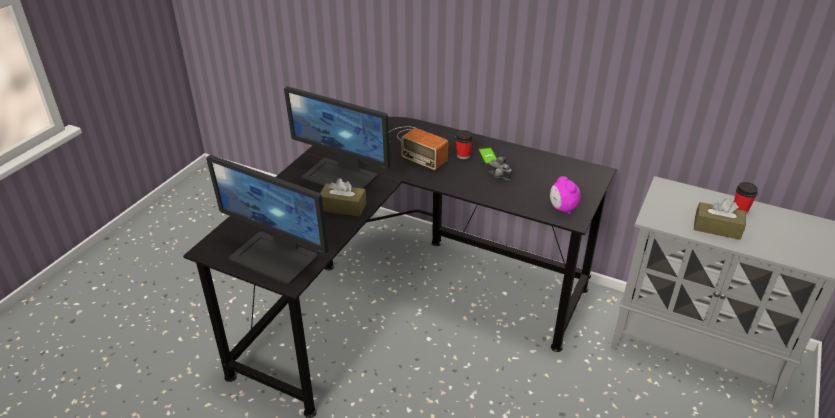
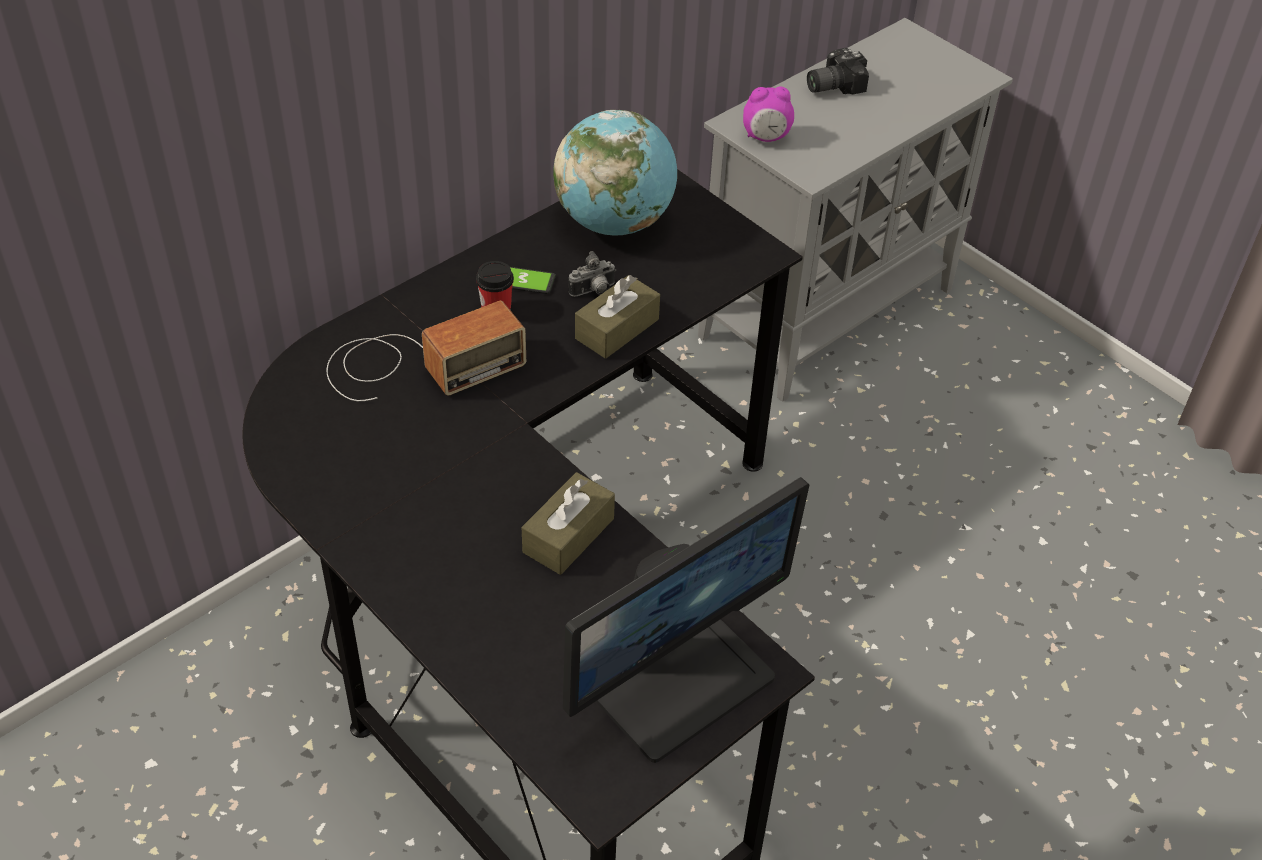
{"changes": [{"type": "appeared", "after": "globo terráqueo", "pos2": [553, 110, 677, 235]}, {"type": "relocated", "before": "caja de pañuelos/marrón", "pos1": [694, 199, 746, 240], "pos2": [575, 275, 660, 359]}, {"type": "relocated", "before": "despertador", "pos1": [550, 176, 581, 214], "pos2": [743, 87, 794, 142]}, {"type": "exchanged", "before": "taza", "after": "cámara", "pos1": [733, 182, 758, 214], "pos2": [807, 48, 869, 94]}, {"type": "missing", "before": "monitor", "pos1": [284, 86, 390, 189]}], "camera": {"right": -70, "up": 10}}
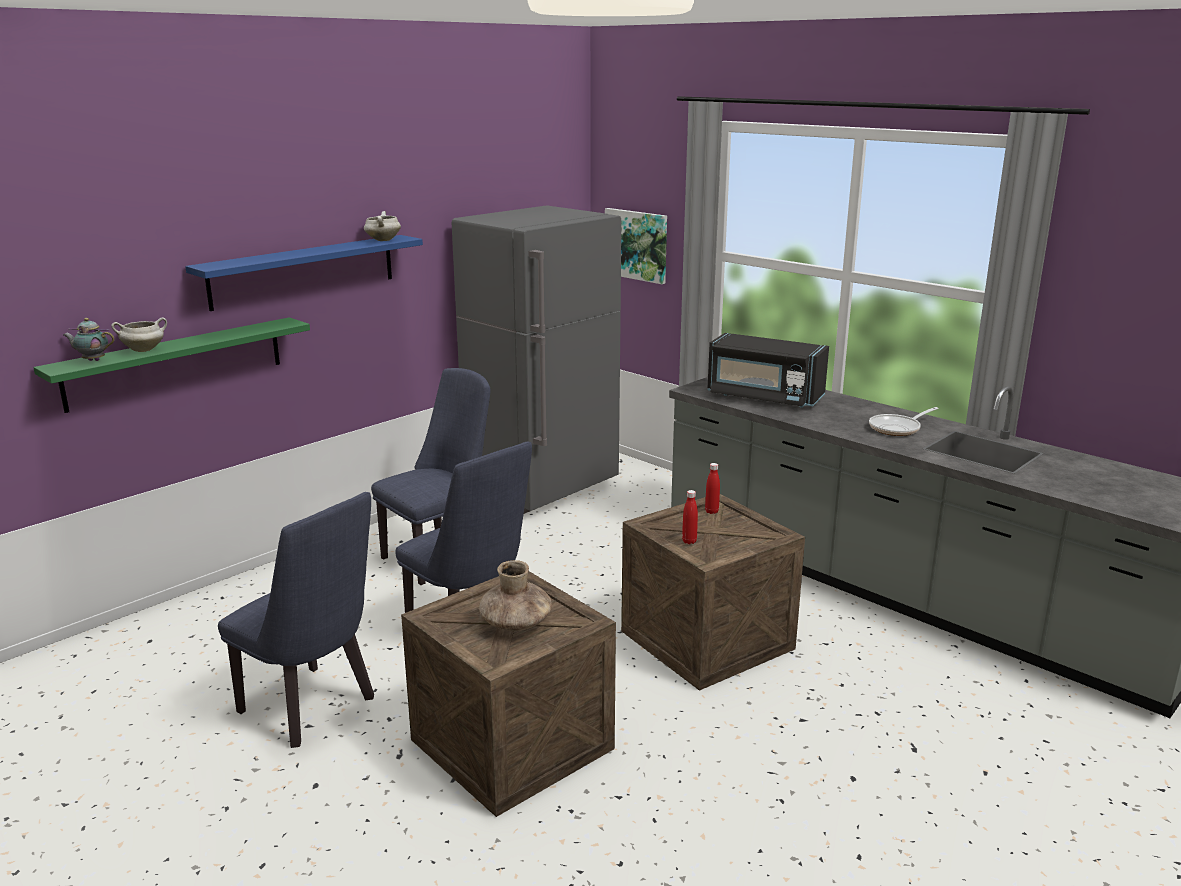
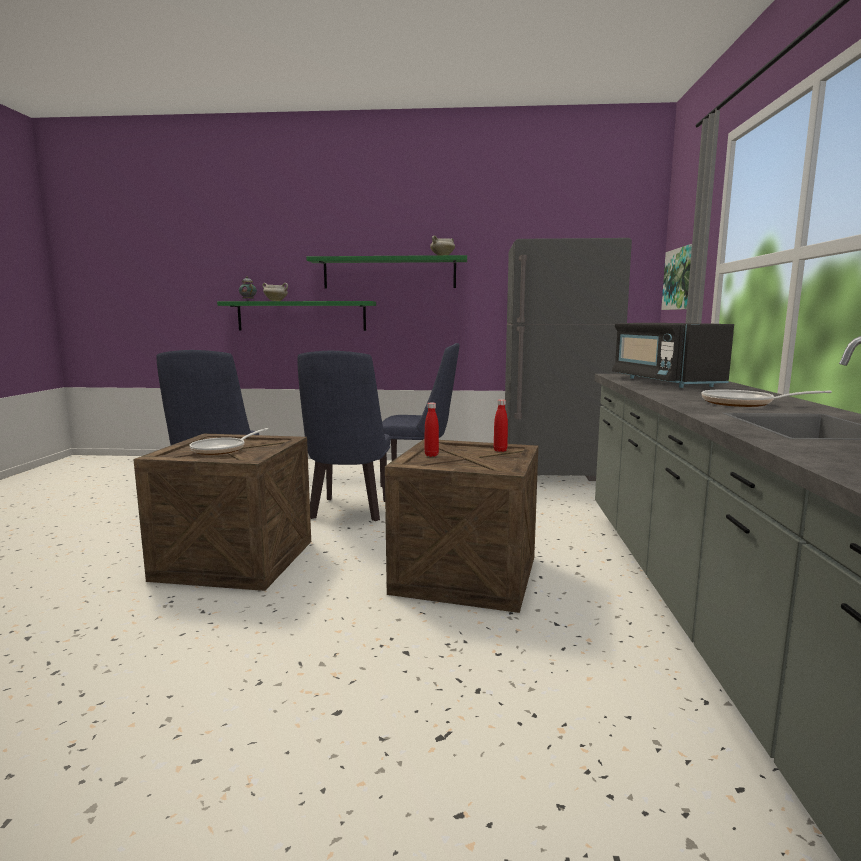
{"changes": [{"type": "exchanged", "before": "florero/marrón", "after": "sartén", "pos1": [479, 560, 552, 631], "pos2": [189, 428, 269, 455]}, {"type": "colour", "before": "estante/azul", "after": "estante/verde", "pos1": [185, 235, 423, 311], "pos2": [306, 255, 467, 289]}], "camera": {"right": 50, "up": -10}}
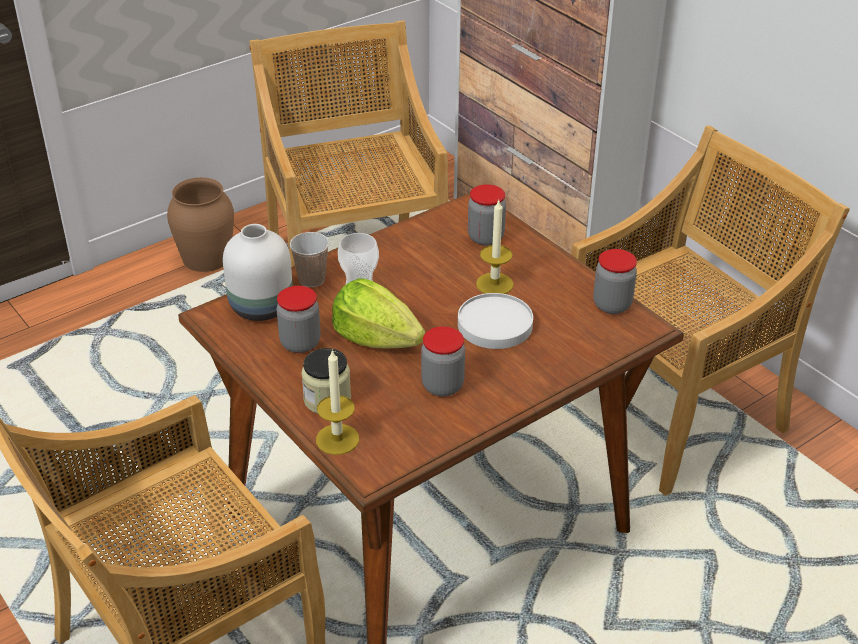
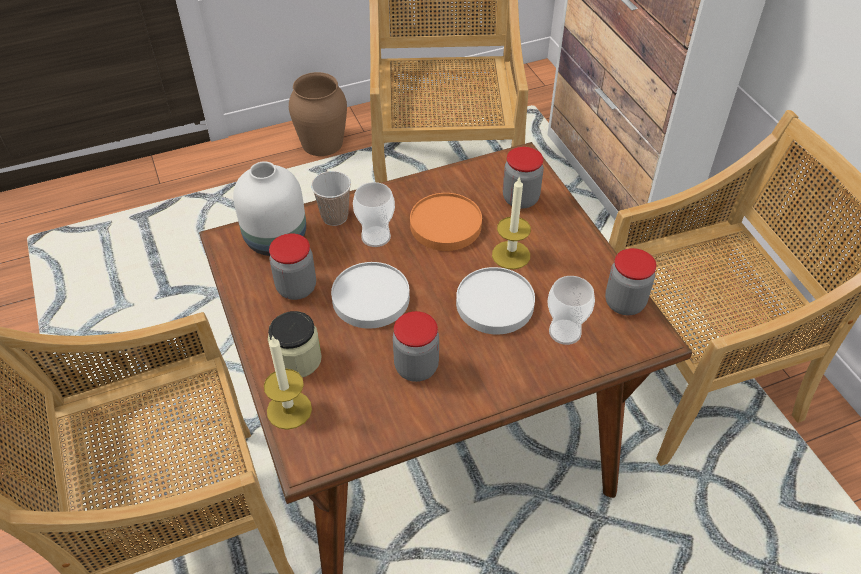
{"changes": [{"type": "exchanged", "before": "lechuga", "after": "plato/blanco", "pos1": [332, 278, 426, 349], "pos2": [331, 262, 410, 329]}, {"type": "appeared", "after": "plato/naranja", "pos2": [410, 193, 482, 251]}, {"type": "appeared", "after": "taza", "pos2": [547, 276, 595, 345]}], "camera": {"right": 15, "up": 10}}
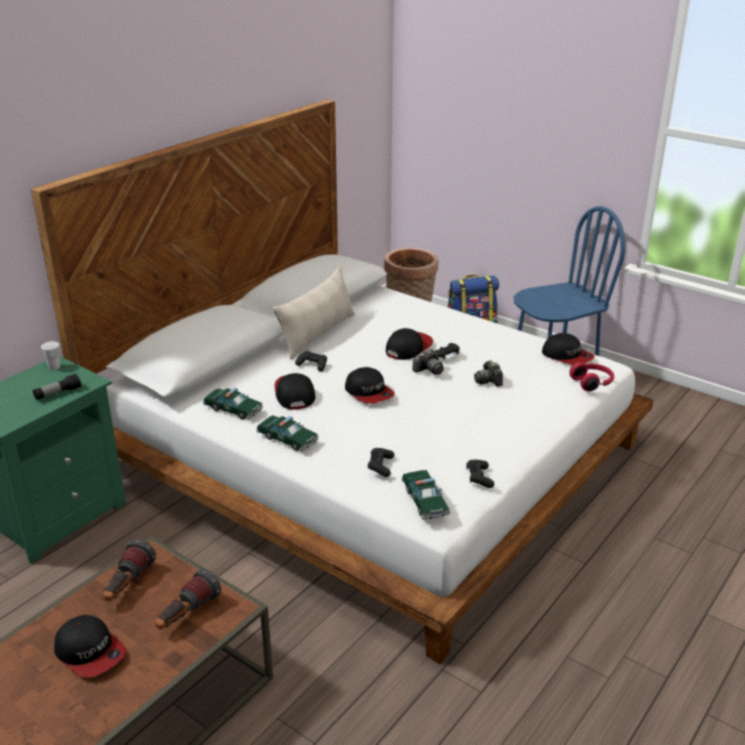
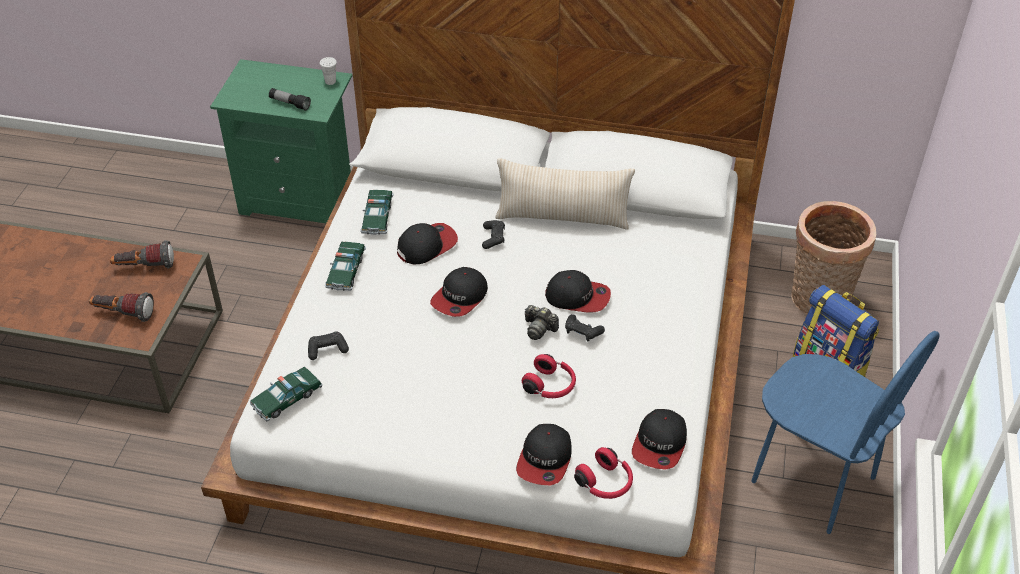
{"changes": [{"type": "relocated", "before": "gorra", "pos1": [54, 615, 126, 678], "pos2": [516, 424, 572, 486]}, {"type": "exchanged", "before": "cámara", "after": "auriculares/rojo", "pos1": [474, 360, 503, 387], "pos2": [522, 354, 576, 398]}, {"type": "missing", "before": "mando de consola/negro", "pos1": [466, 460, 494, 488]}], "camera": {"right": 65, "up": 15}}
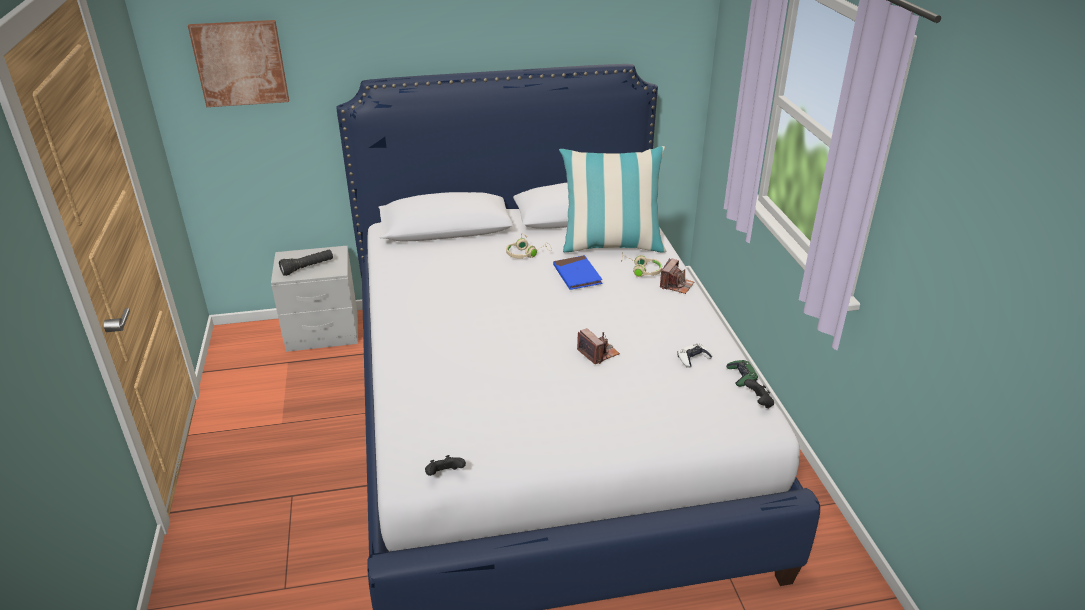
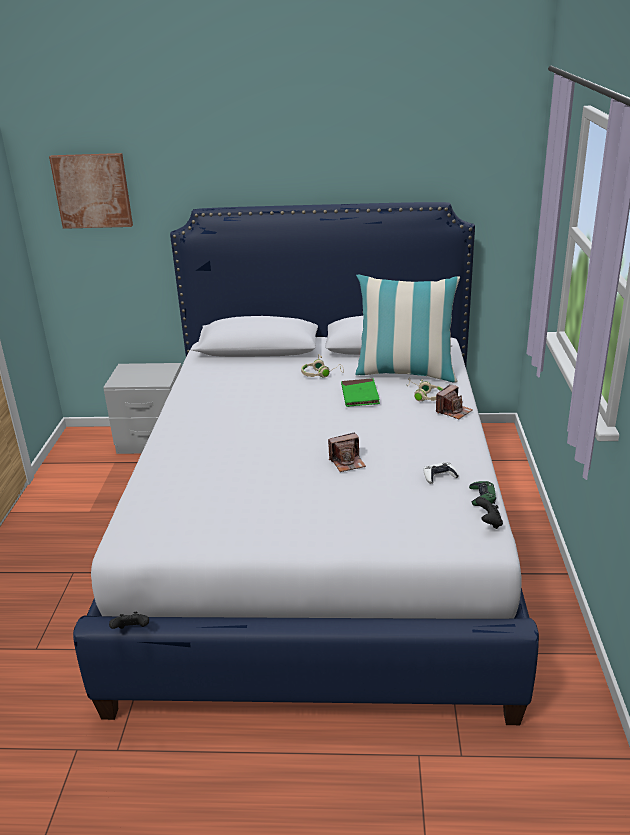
{"changes": [{"type": "relocated", "before": "mando de consola/negro", "pos1": [425, 455, 466, 476], "pos2": [109, 612, 149, 629]}, {"type": "spun", "before": "cámara", "pos1": [577, 328, 620, 364], "pos2": [328, 432, 366, 472], "turn": 90}, {"type": "colour", "before": "libro/azul", "after": "libro/verde", "pos1": [553, 255, 602, 290], "pos2": [341, 378, 380, 407]}, {"type": "missing", "before": "linterna/negro", "pos1": [279, 249, 333, 276]}], "camera": {"right": 15, "up": -5}}
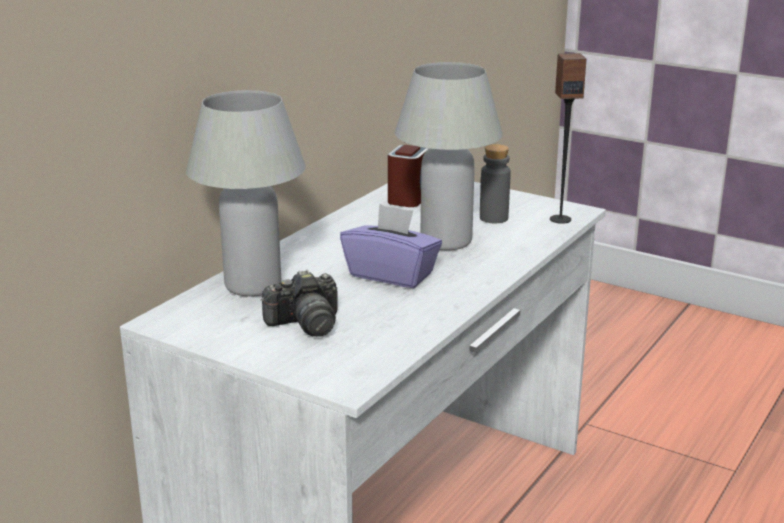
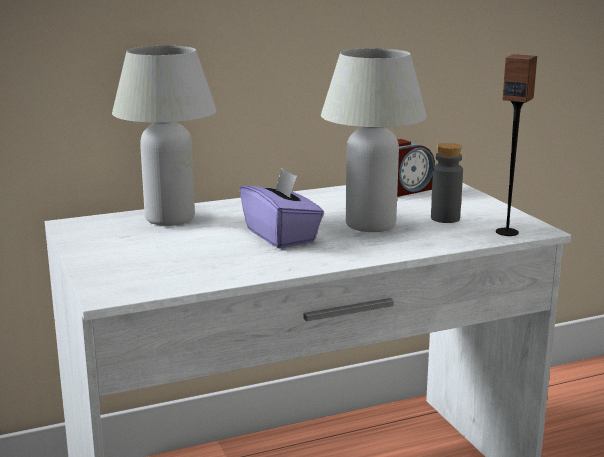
{"changes": [{"type": "missing", "before": "cámara", "pos1": [261, 270, 338, 337]}], "camera": {"right": 35, "up": -5}}
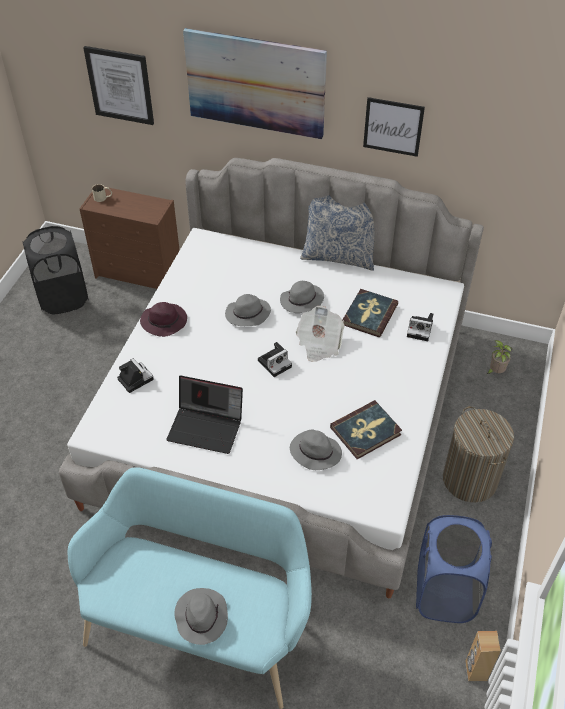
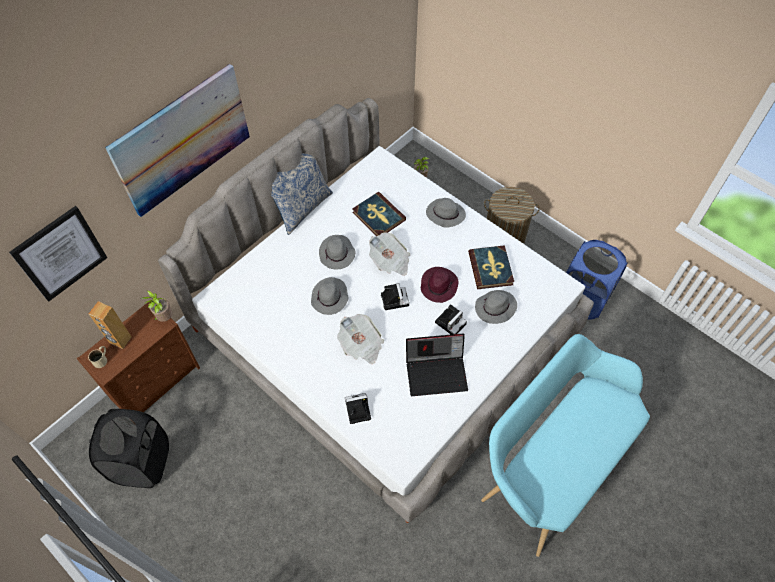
{"changes": [{"type": "relocated", "before": "altavoz/marrón", "pos1": [465, 631, 501, 681], "pos2": [89, 301, 132, 349]}, {"type": "appeared", "after": "planta en maceta", "pos2": [141, 290, 173, 322]}, {"type": "appeared", "after": "periódico", "pos2": [337, 314, 384, 364]}, {"type": "spun", "before": "portátil", "pos1": [166, 375, 243, 454], "pos2": [406, 334, 468, 396], "turn": 45}, {"type": "relocated", "before": "sombrero/morado", "pos1": [140, 302, 187, 337], "pos2": [421, 267, 459, 303]}, {"type": "relocated", "before": "sombrero/gris", "pos1": [174, 588, 228, 645], "pos2": [426, 198, 466, 227]}, {"type": "relocated", "before": "cámara", "pos1": [407, 313, 433, 341], "pos2": [435, 304, 467, 334]}, {"type": "missing", "before": "cuadro", "pos1": [363, 97, 425, 157]}], "camera": {"right": -65, "up": 10}}
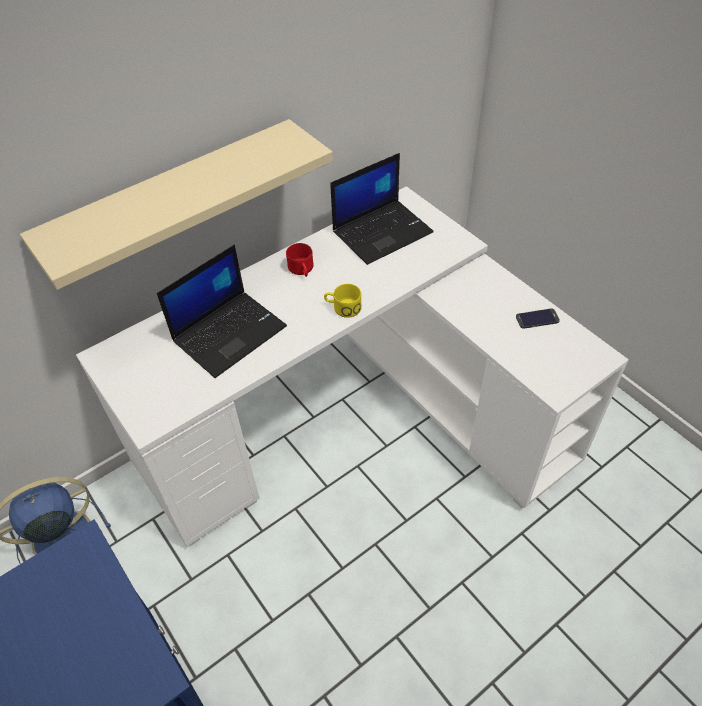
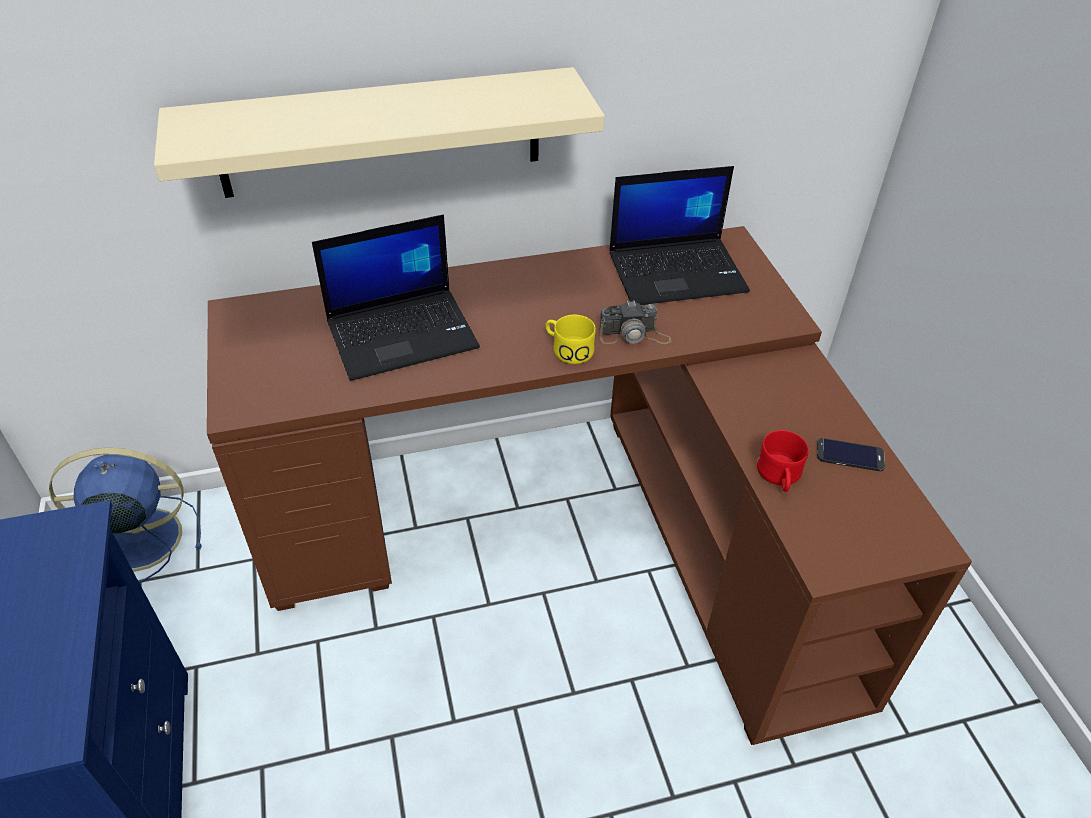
{"changes": [{"type": "colour", "before": "escritorio/blanco", "after": "escritorio/marrón", "pos1": [76, 186, 629, 546], "pos2": [207, 226, 972, 745]}, {"type": "appeared", "after": "cámara", "pos2": [600, 300, 671, 344]}, {"type": "relocated", "before": "taza grande/rojo", "pos1": [286, 243, 314, 277], "pos2": [757, 430, 809, 492]}], "camera": {"right": 20, "up": -5}}
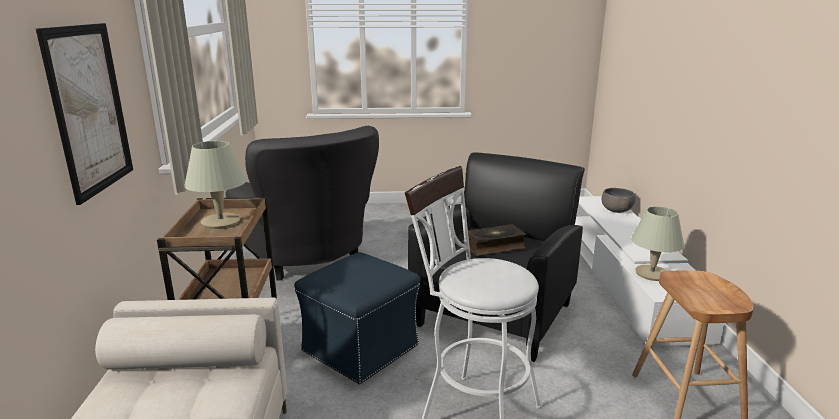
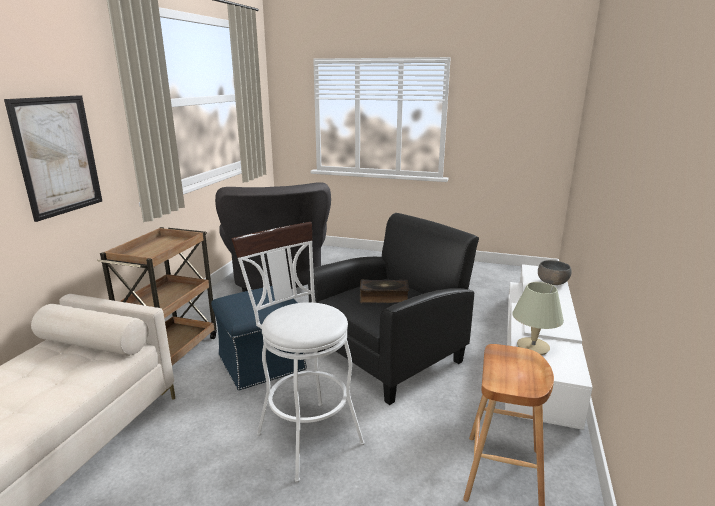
{"changes": [{"type": "missing", "before": "lámpara de mesa/beis", "pos1": [184, 141, 246, 229]}], "camera": {"right": 20, "up": 0}}
